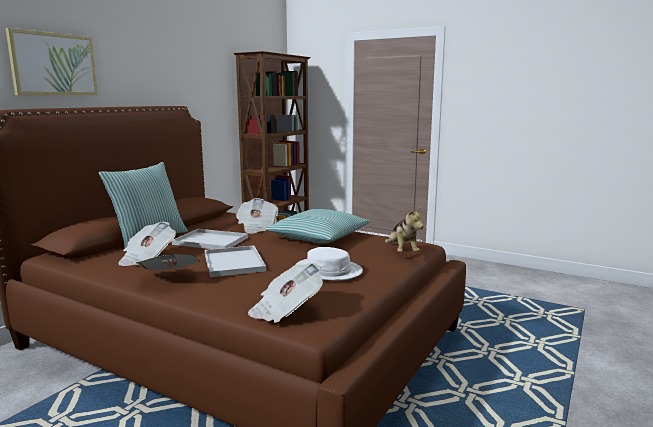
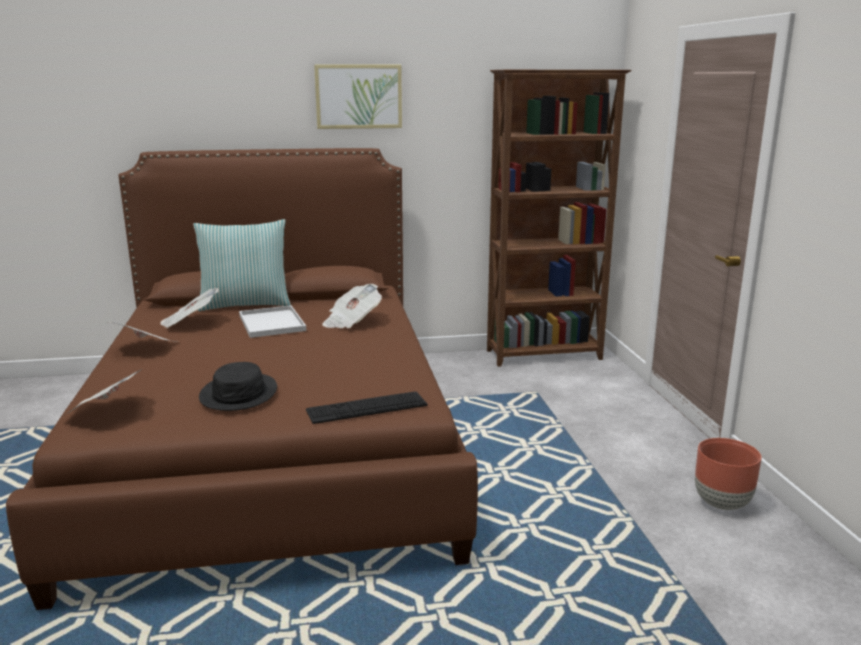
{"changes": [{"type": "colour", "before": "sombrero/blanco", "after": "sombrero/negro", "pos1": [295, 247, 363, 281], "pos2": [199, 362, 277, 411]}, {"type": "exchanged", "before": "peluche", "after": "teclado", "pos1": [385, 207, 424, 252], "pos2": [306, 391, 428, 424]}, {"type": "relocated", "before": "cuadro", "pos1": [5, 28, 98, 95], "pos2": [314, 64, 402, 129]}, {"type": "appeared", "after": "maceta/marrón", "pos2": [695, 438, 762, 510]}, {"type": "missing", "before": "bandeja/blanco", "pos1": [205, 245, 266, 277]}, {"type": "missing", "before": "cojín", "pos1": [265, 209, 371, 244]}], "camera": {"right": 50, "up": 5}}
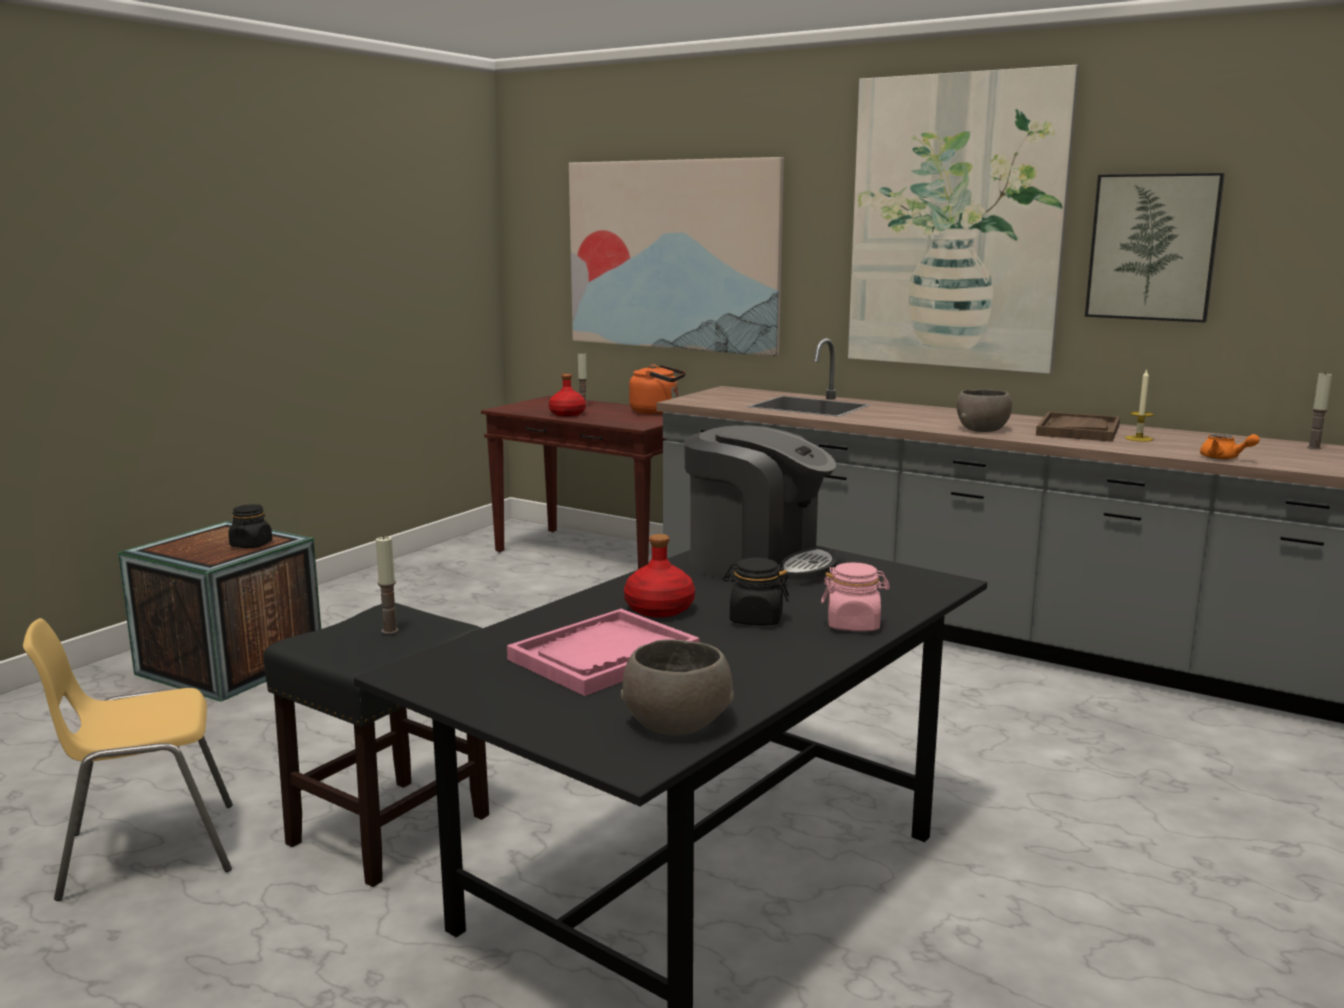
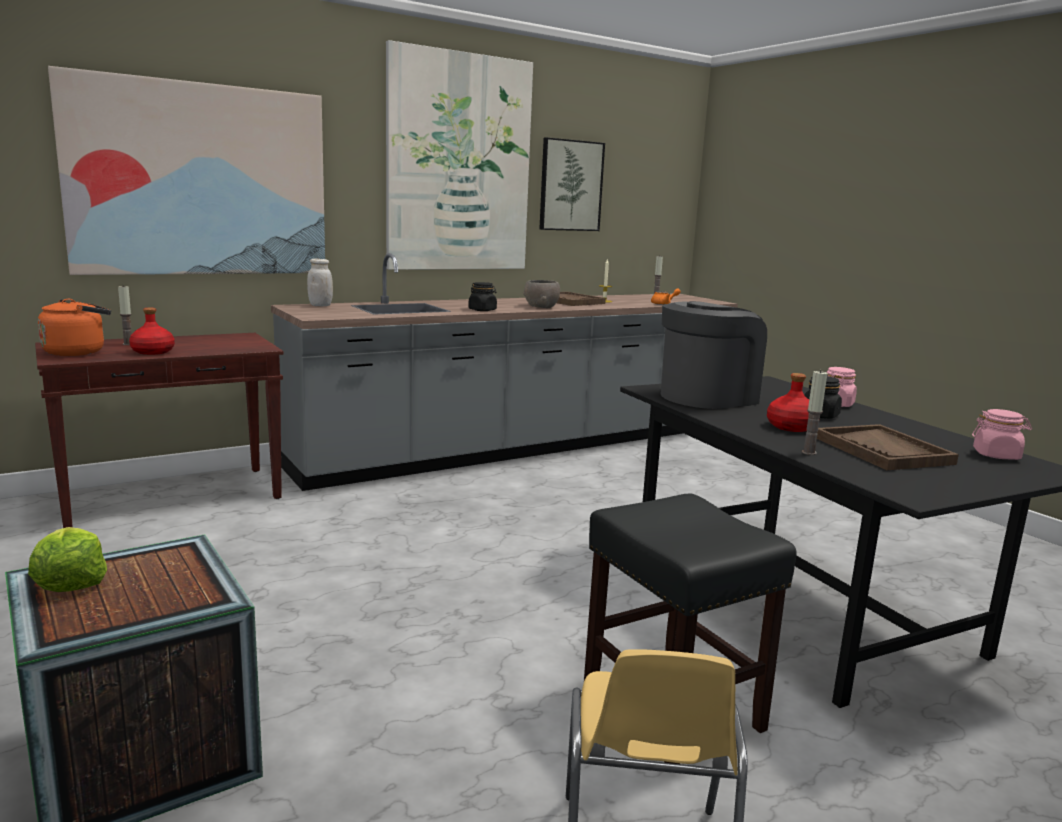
{"changes": [{"type": "appeared", "after": "lechuga", "pos2": [28, 527, 107, 592]}, {"type": "relocated", "before": "hervidor/naranja", "pos1": [629, 365, 686, 415], "pos2": [38, 299, 111, 356]}, {"type": "appeared", "after": "tarro/blanco", "pos2": [307, 258, 333, 306]}, {"type": "relocated", "before": "tarro/negro", "pos1": [228, 504, 272, 548], "pos2": [468, 282, 497, 311]}, {"type": "relocated", "before": "vela", "pos1": [376, 536, 399, 634], "pos2": [802, 370, 827, 455]}, {"type": "colour", "before": "bandeja/rosa", "after": "bandeja/marrón", "pos1": [507, 609, 700, 696], "pos2": [817, 424, 959, 470]}, {"type": "exchanged", "before": "cuenco/gris", "after": "tarro/rosa", "pos1": [621, 639, 734, 736], "pos2": [972, 409, 1032, 460]}], "camera": {"right": -65, "up": 0}}
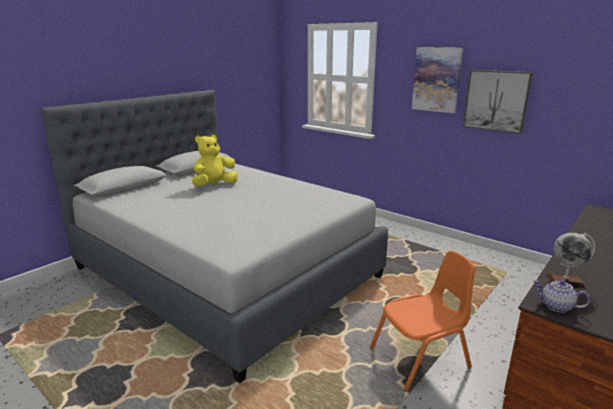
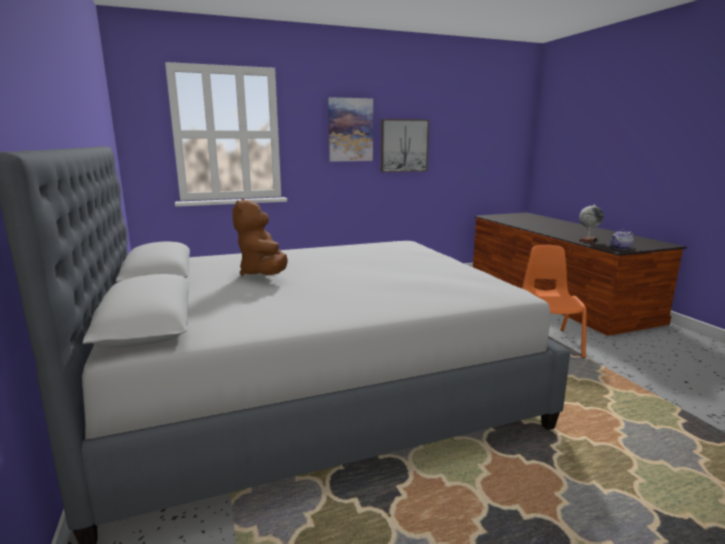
{"changes": [{"type": "colour", "before": "peluche/amarillo", "after": "peluche/marrón", "pos1": [192, 135, 238, 186], "pos2": [232, 199, 288, 276]}], "camera": {"right": -60, "up": -5}}
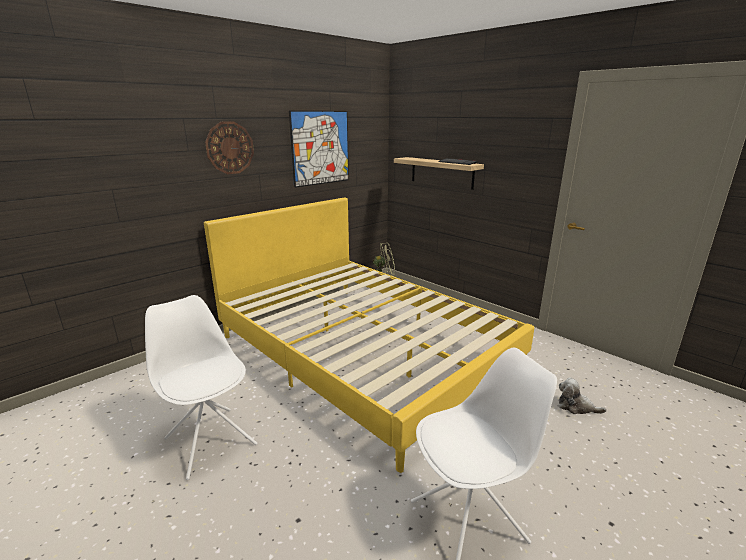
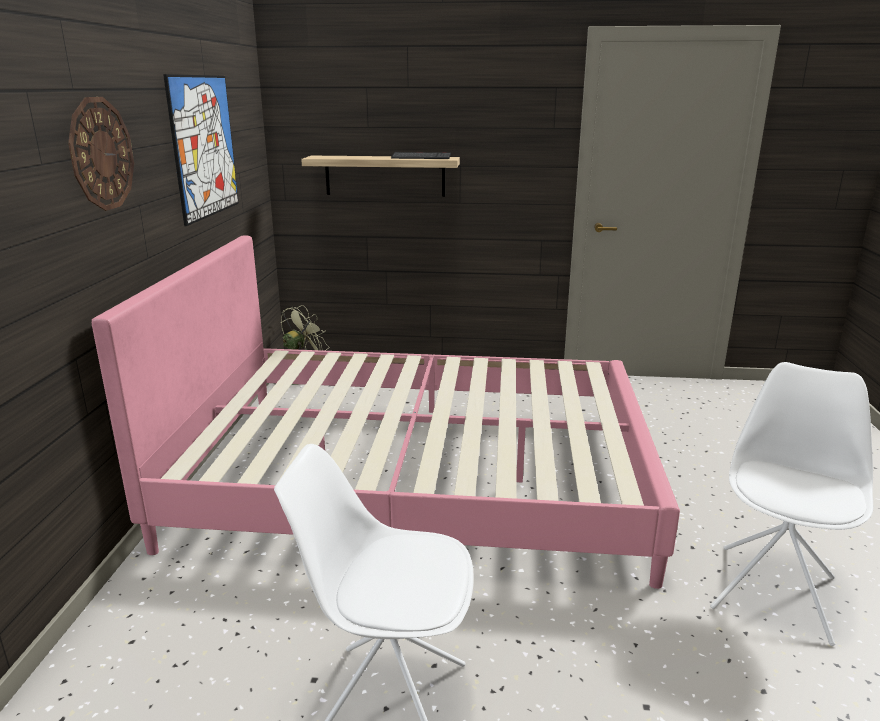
{"changes": [{"type": "colour", "before": "cama/amarillo", "after": "cama/rosa", "pos1": [204, 197, 534, 473], "pos2": [92, 235, 680, 589]}, {"type": "missing", "before": "peluche", "pos1": [559, 377, 607, 414]}], "camera": {"right": -40, "up": 0}}
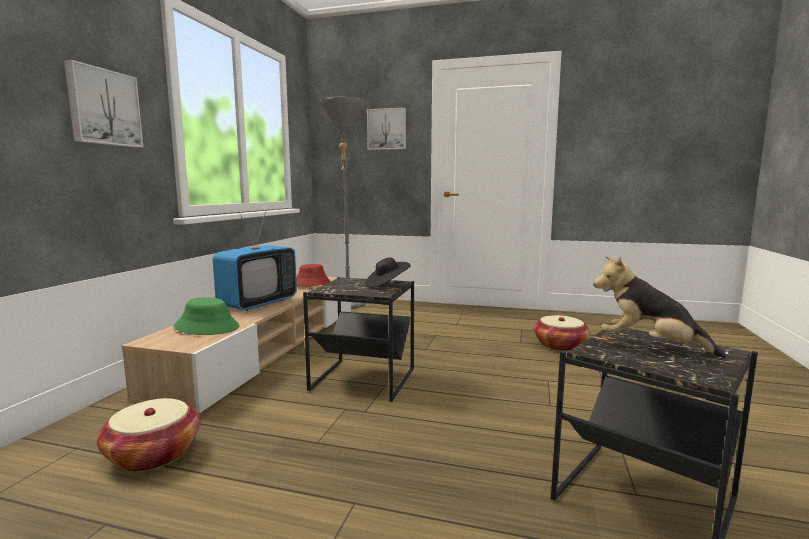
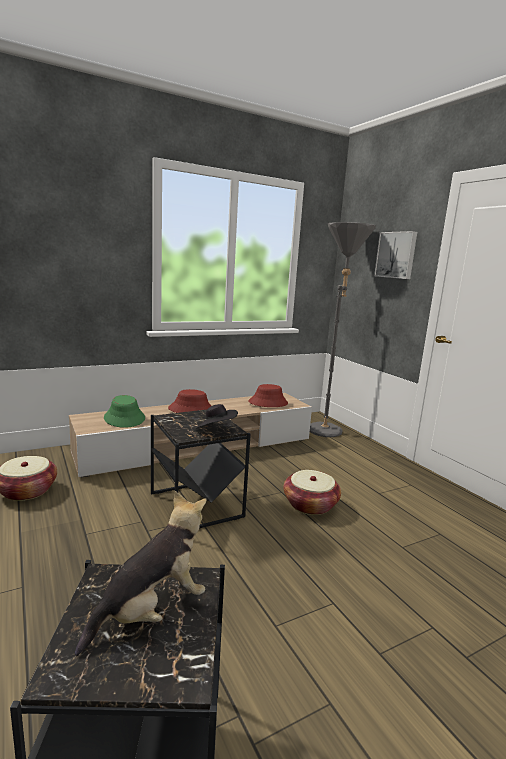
{"changes": [{"type": "spun", "before": "peluche", "pos1": [593, 256, 727, 358], "pos2": [75, 491, 207, 656], "turn": 60}, {"type": "exchanged", "before": "televisor", "after": "sombrero/rojo", "pos1": [213, 210, 297, 311], "pos2": [168, 389, 211, 413]}, {"type": "relocated", "before": "cesta", "pos1": [534, 315, 590, 351], "pos2": [283, 470, 341, 515]}, {"type": "missing", "before": "cuadro", "pos1": [64, 60, 143, 148]}], "camera": {"right": 45, "up": 5}}
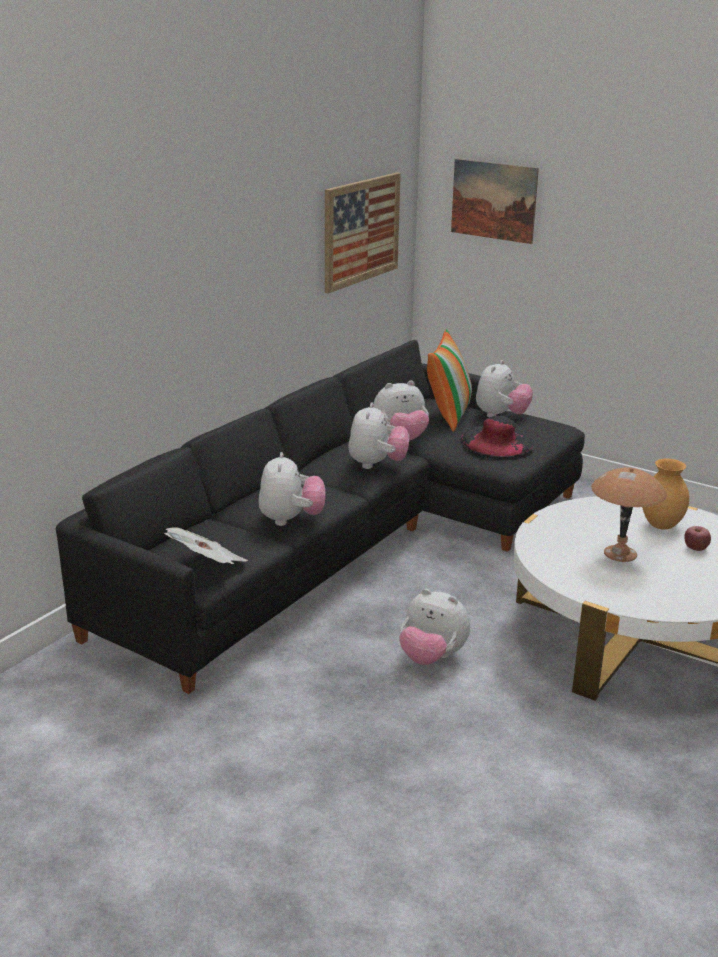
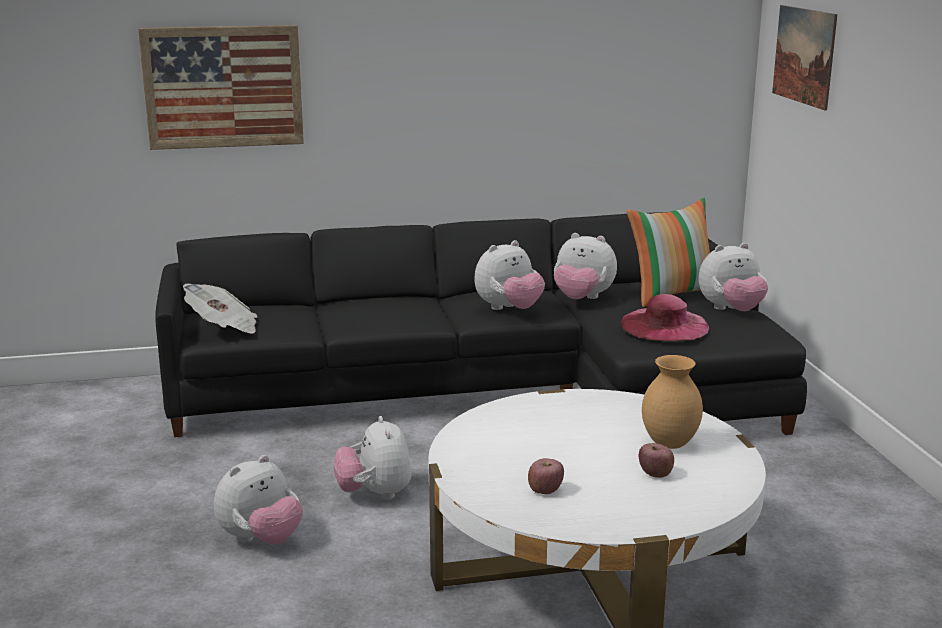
{"changes": [{"type": "relocated", "before": "cuadro", "pos1": [325, 172, 401, 293], "pos2": [138, 25, 304, 150]}, {"type": "relocated", "before": "peluche", "pos1": [259, 452, 325, 526], "pos2": [214, 455, 303, 545]}, {"type": "appeared", "after": "manzana", "pos2": [528, 458, 564, 494]}, {"type": "colour", "before": "sombrero/negro", "after": "sombrero/rosa", "pos1": [461, 415, 534, 456], "pos2": [620, 294, 709, 342]}, {"type": "missing", "before": "lámpara de mesa/marrón", "pos1": [591, 468, 667, 562]}], "camera": {"right": 45, "up": -5}}
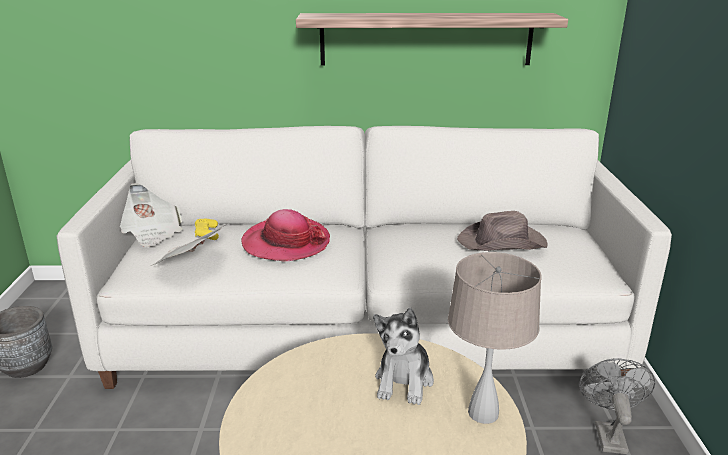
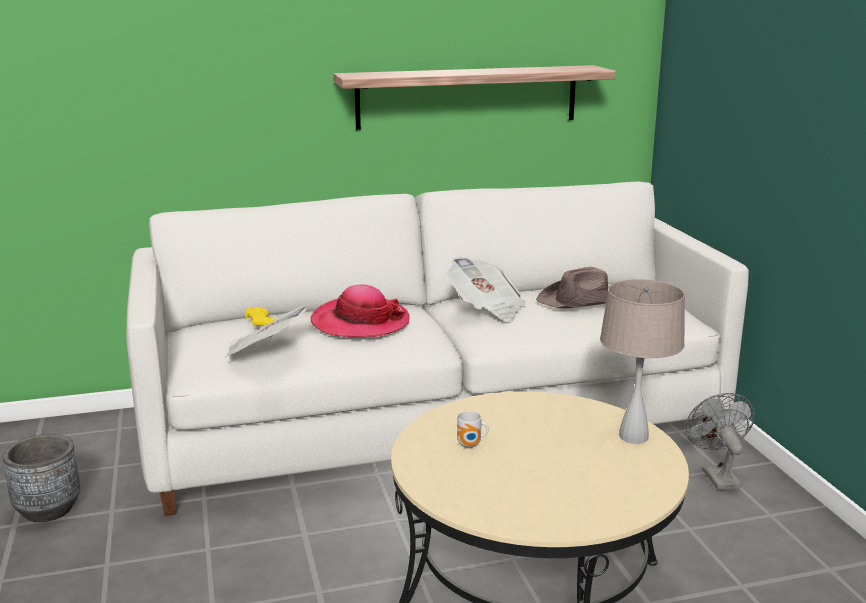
{"changes": [{"type": "relocated", "before": "periódico", "pos1": [120, 183, 182, 247], "pos2": [447, 257, 526, 321]}, {"type": "appeared", "after": "taza grande", "pos2": [457, 411, 489, 448]}, {"type": "missing", "before": "peluche", "pos1": [373, 308, 434, 405]}], "camera": {"right": -15, "up": -5}}
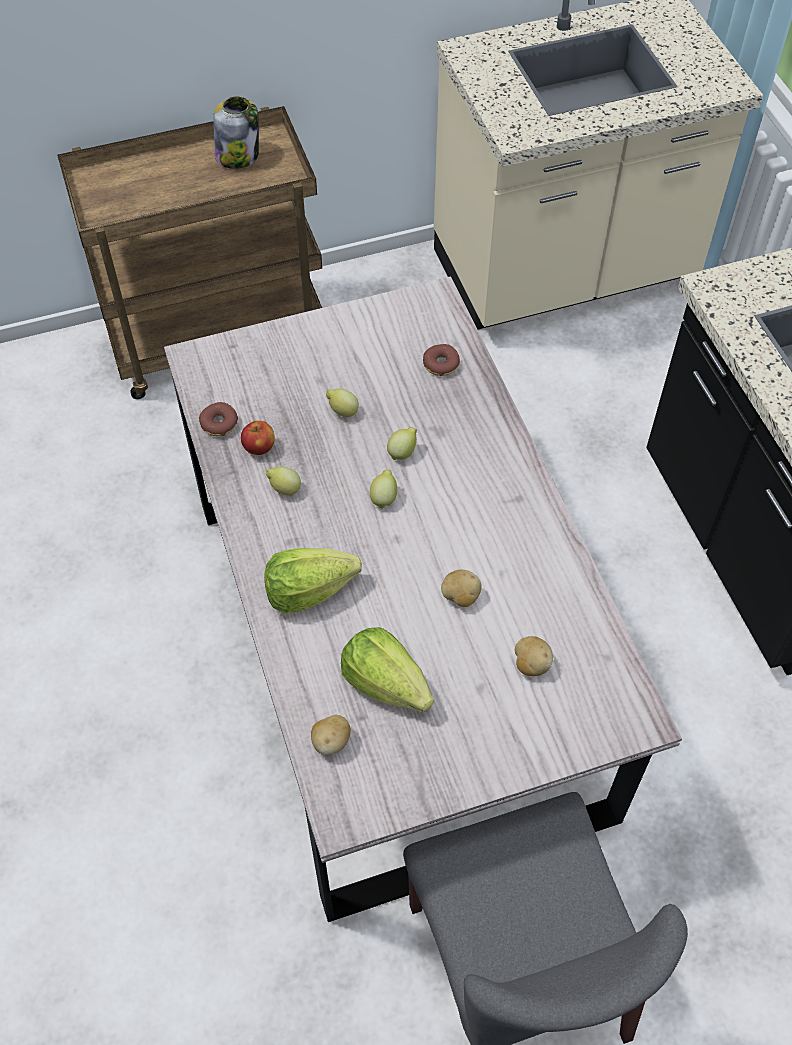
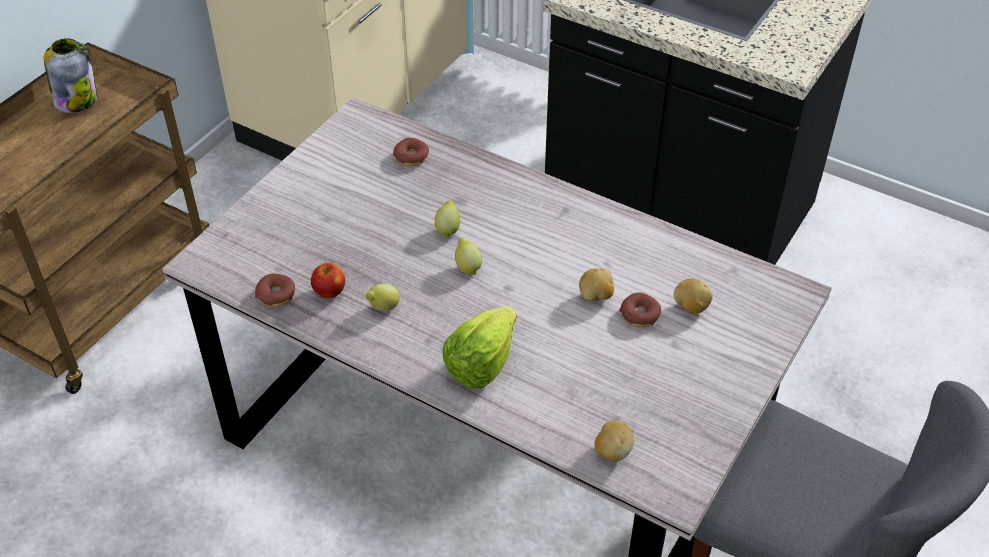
{"changes": [{"type": "appeared", "after": "rosquilla", "pos2": [620, 292, 661, 328]}, {"type": "missing", "before": "limón", "pos1": [326, 389, 359, 417]}, {"type": "missing", "before": "lechuga", "pos1": [341, 627, 434, 712]}], "camera": {"right": -40, "up": -10}}
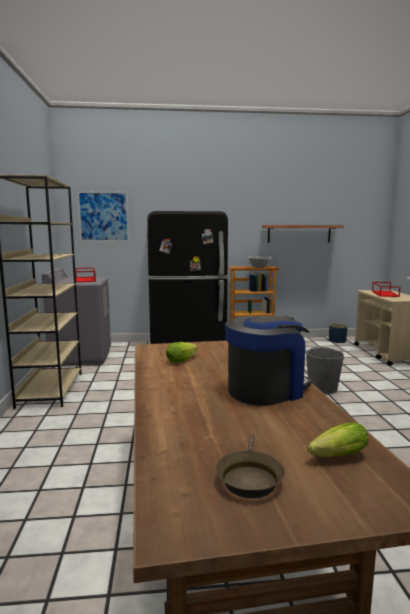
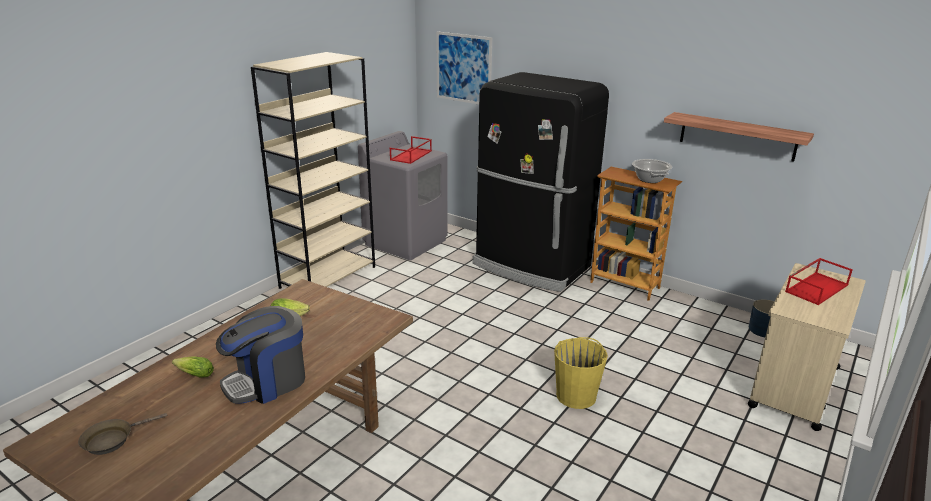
{"changes": [{"type": "relocated", "before": "lechuga", "pos1": [307, 423, 368, 457], "pos2": [172, 356, 214, 377]}, {"type": "spun", "before": "cafetera", "pos1": [225, 316, 312, 406], "pos2": [216, 306, 305, 404], "turn": 135}, {"type": "colour", "before": "cubo/gris", "after": "cubo/amarillo", "pos1": [306, 347, 344, 394], "pos2": [554, 337, 608, 409]}], "camera": {"right": 40, "up": 15}}
